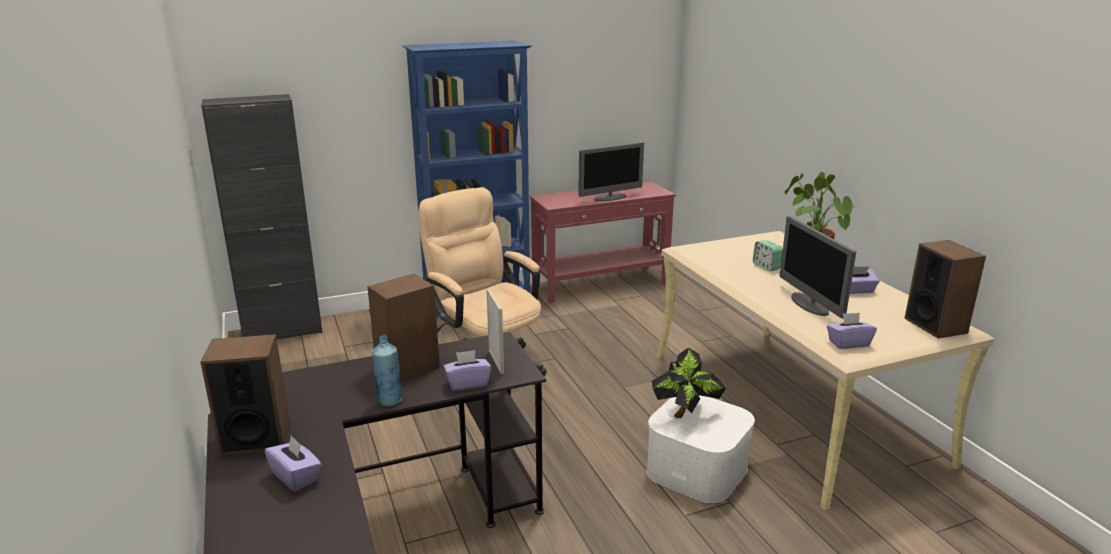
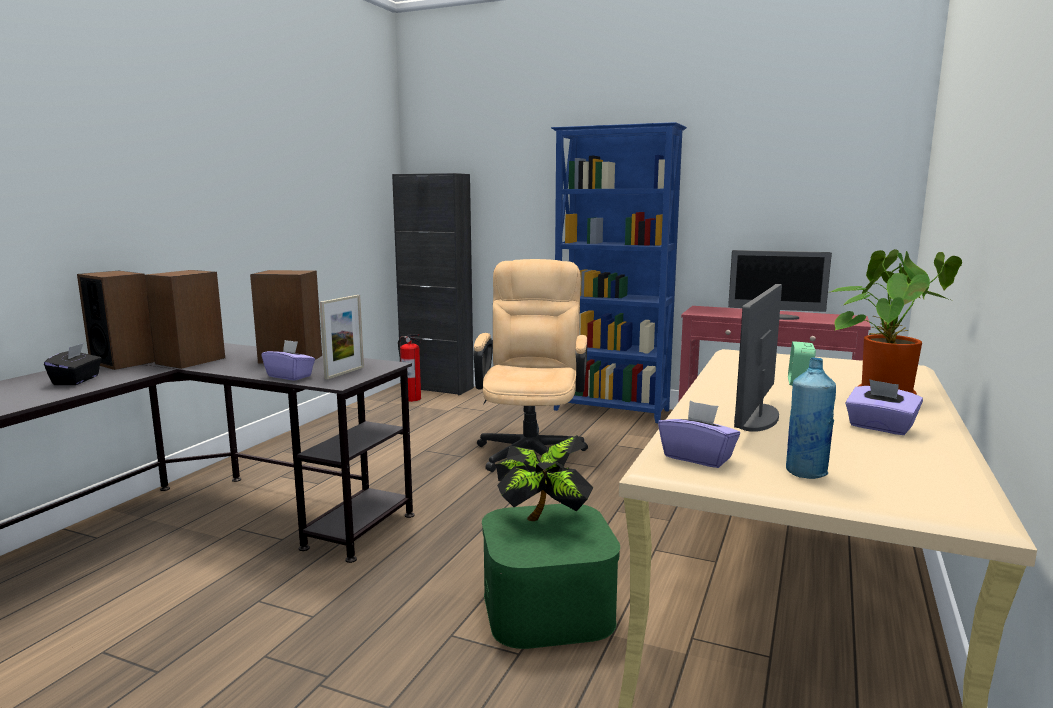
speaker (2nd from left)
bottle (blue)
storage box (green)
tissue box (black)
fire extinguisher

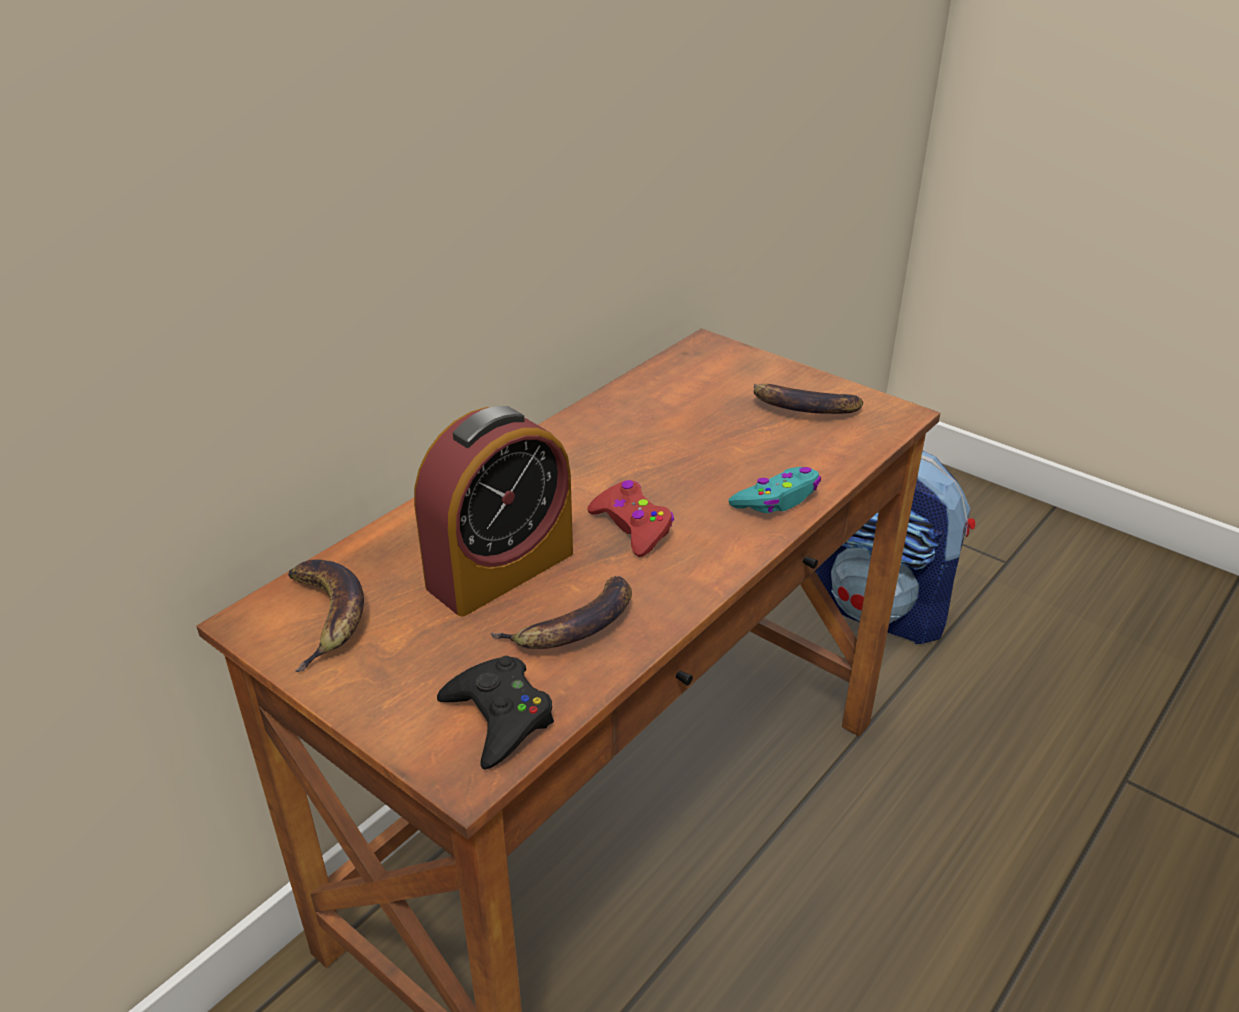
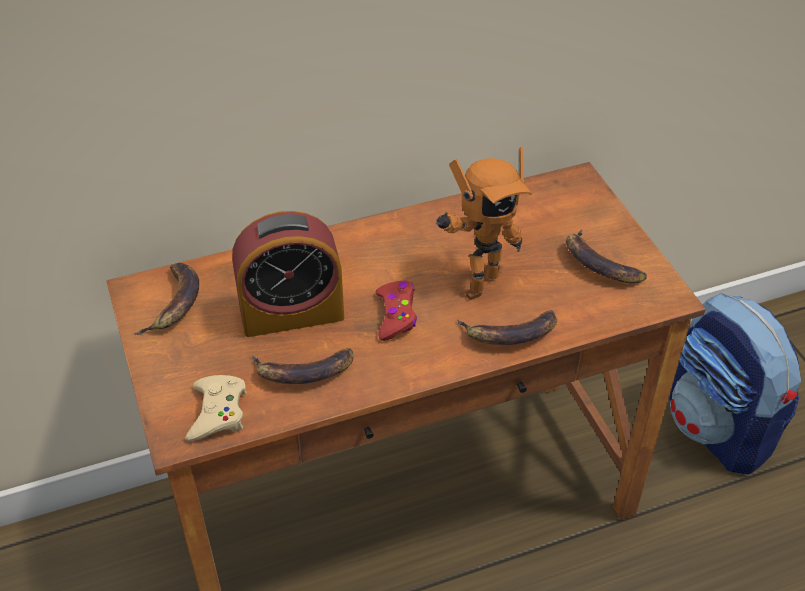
banana (3rd from left)
game controller (beige)
toy robot

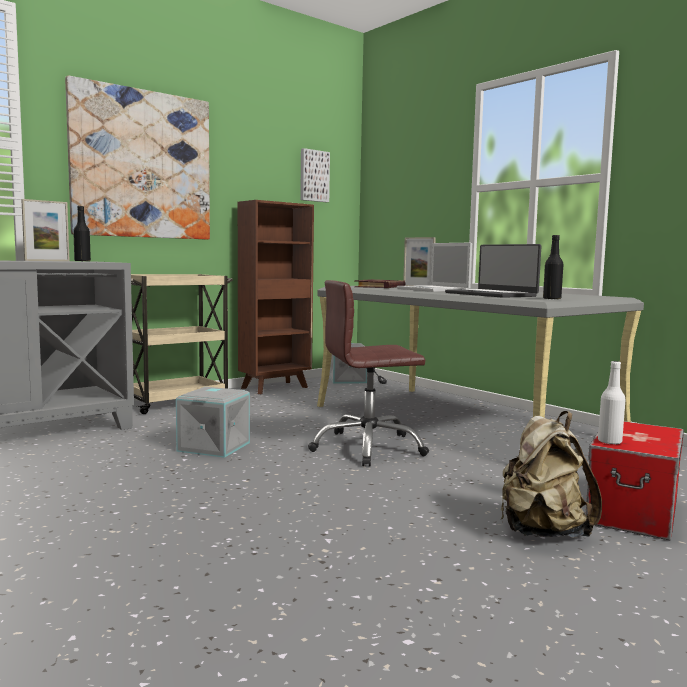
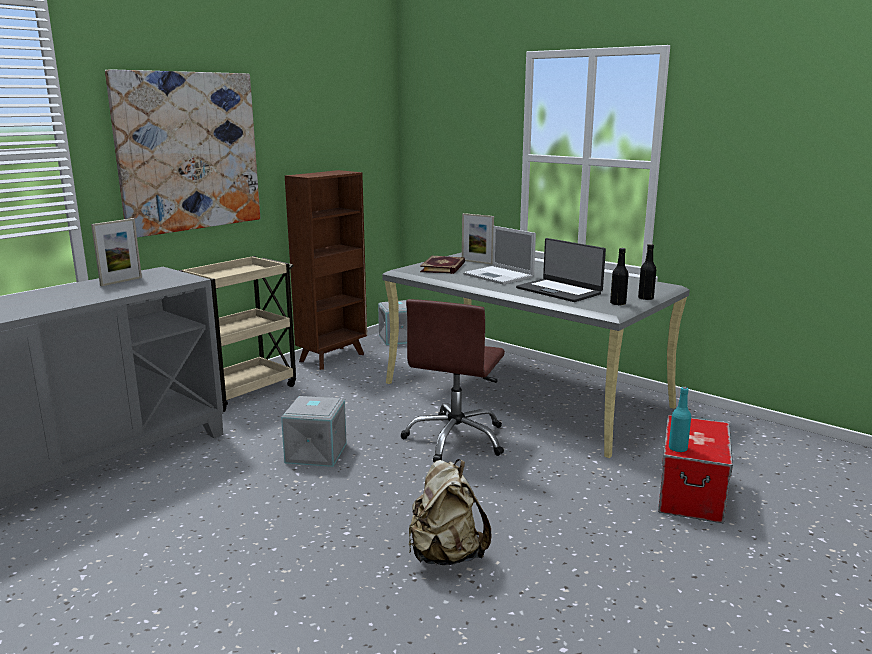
picture (2nd from left in the first image)
bottle (black) (2nd from left)
office chair (brown)
bottle (turquoise)
backpack (beige)

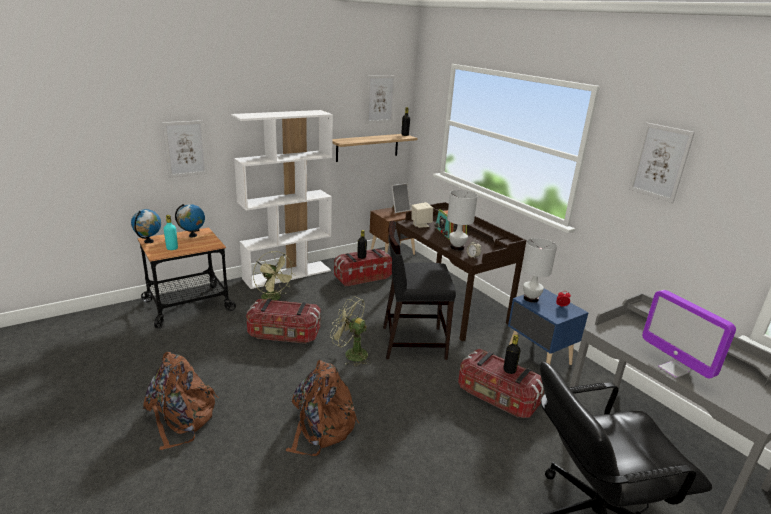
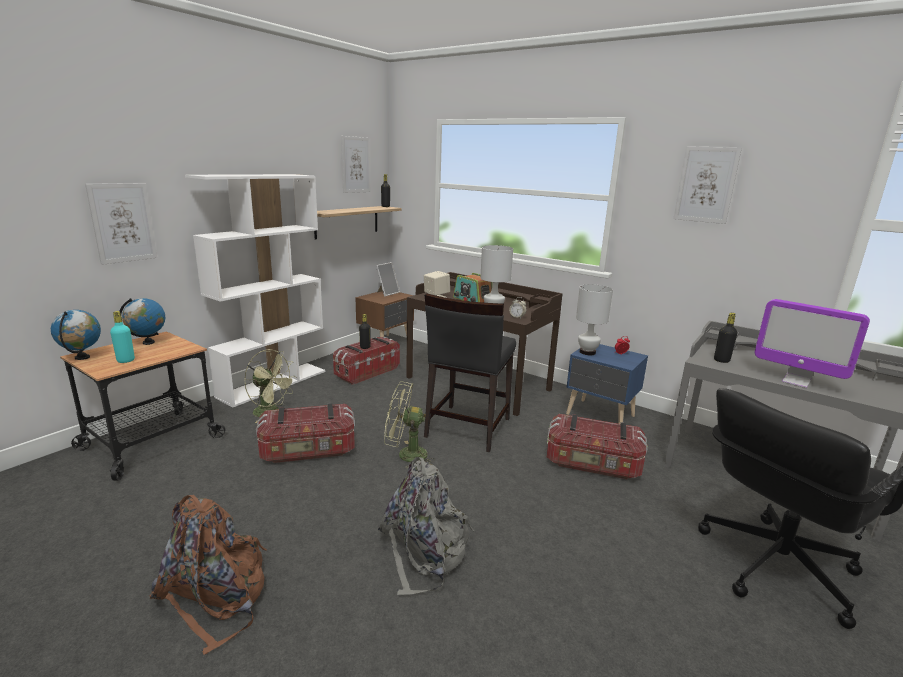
chair (black)
bottle (black) (3rd from left)
backpack (grey)

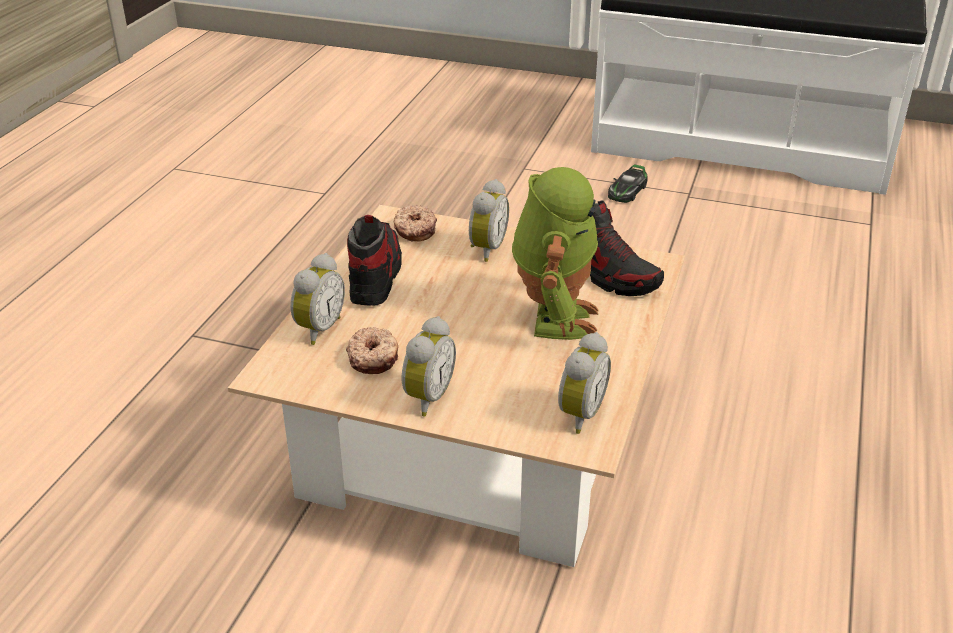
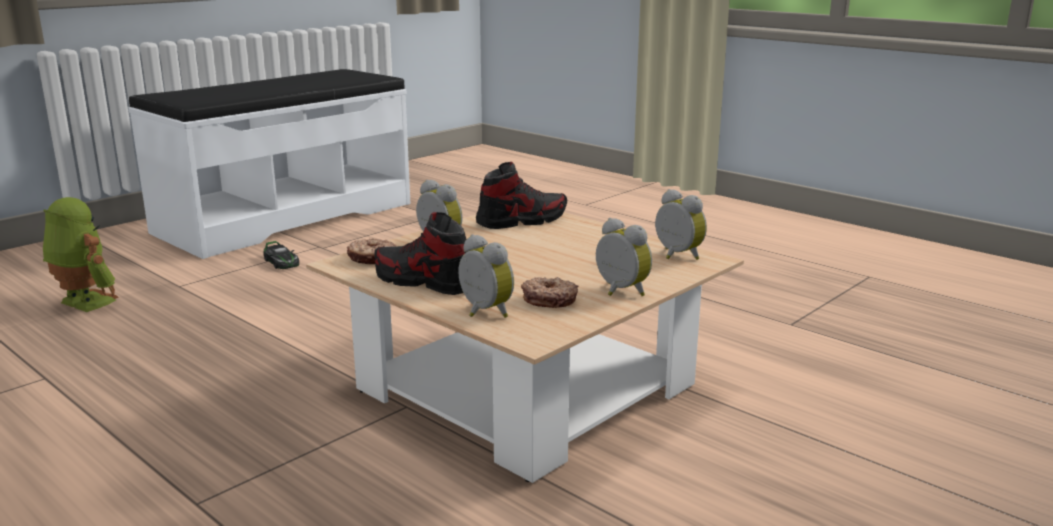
toy robot

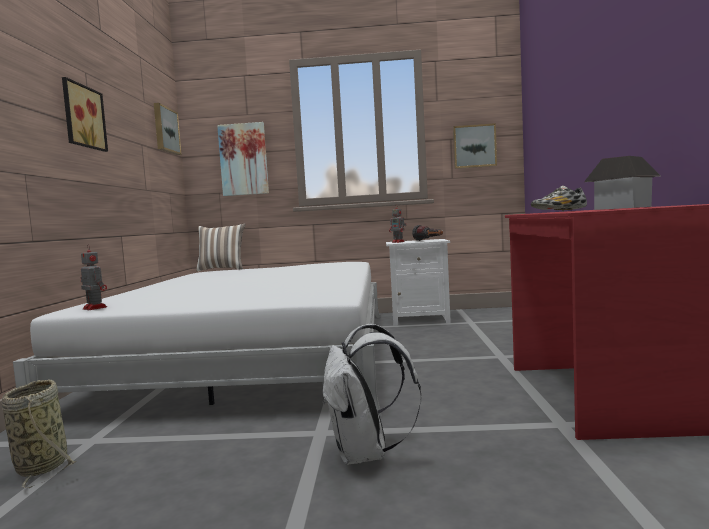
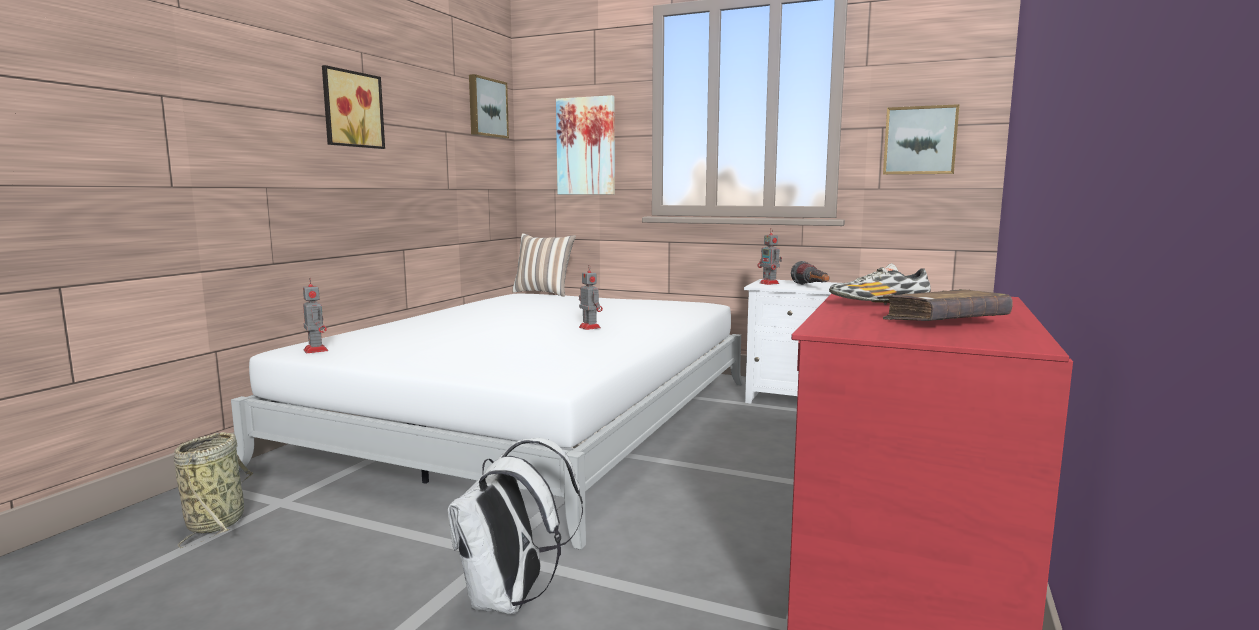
book (brown)
toy robot (2nd from left)

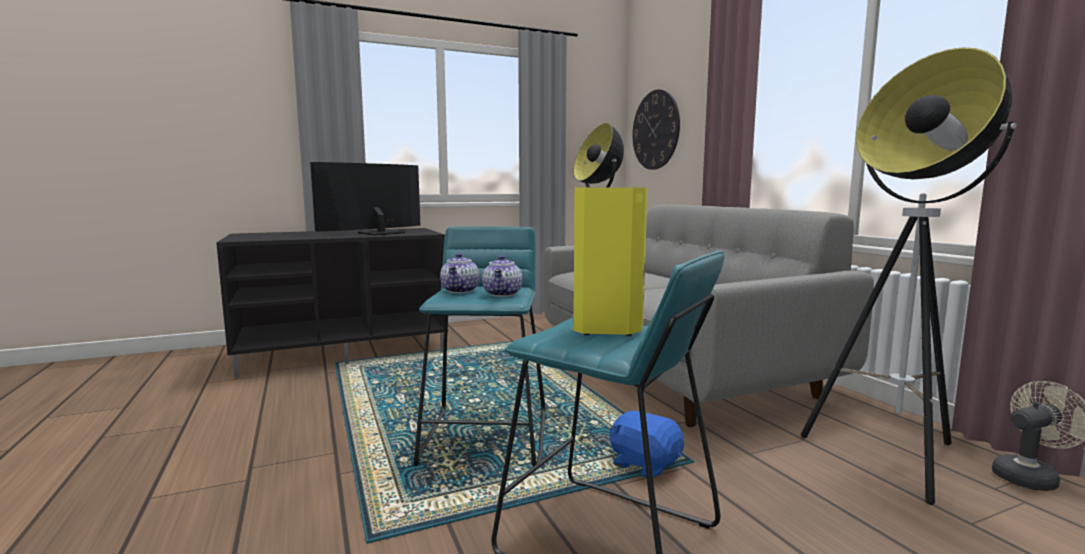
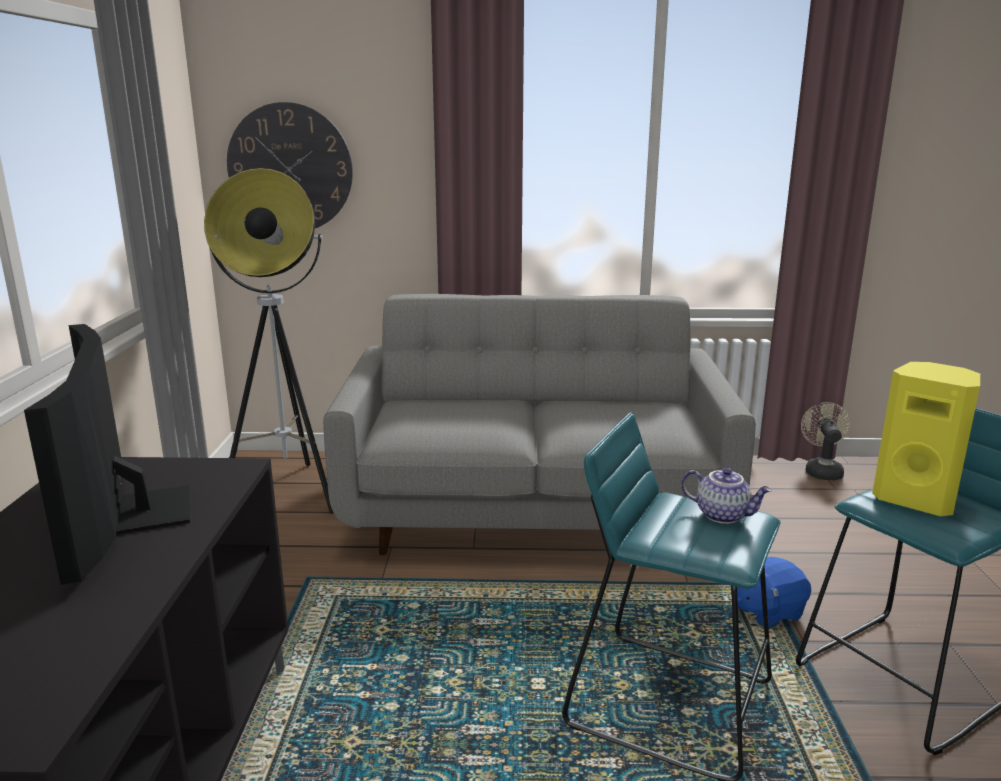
floor lamp (2nd from left in the first image)
teapot (1st from left in the first image)

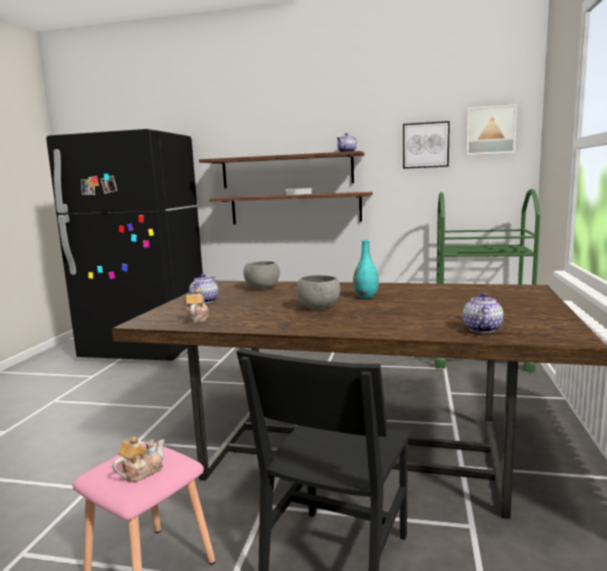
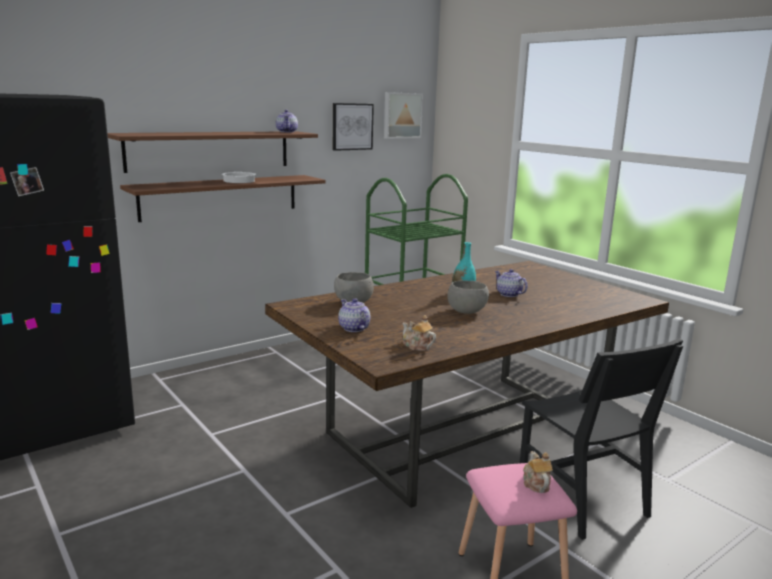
teapot (4th from left)

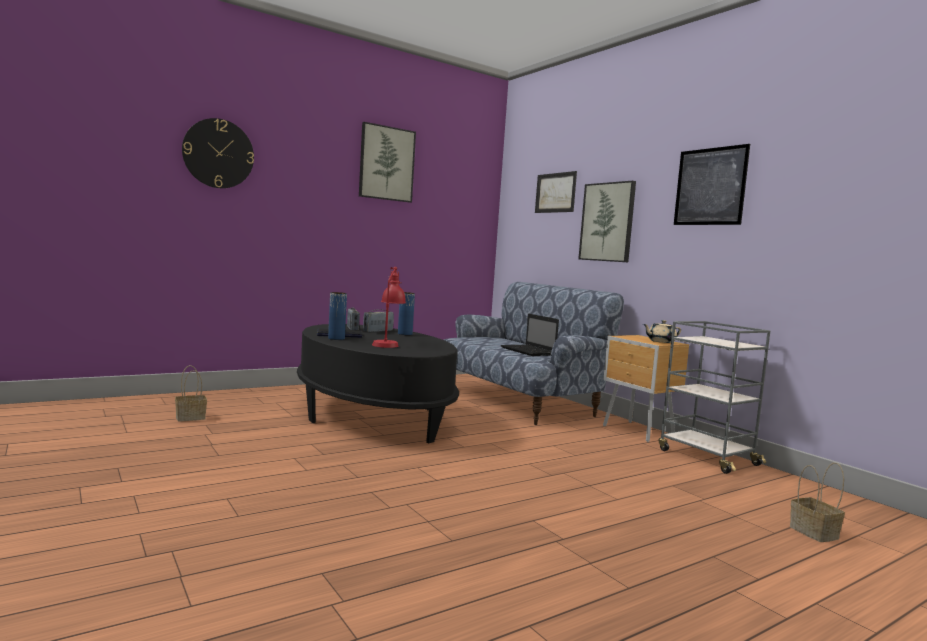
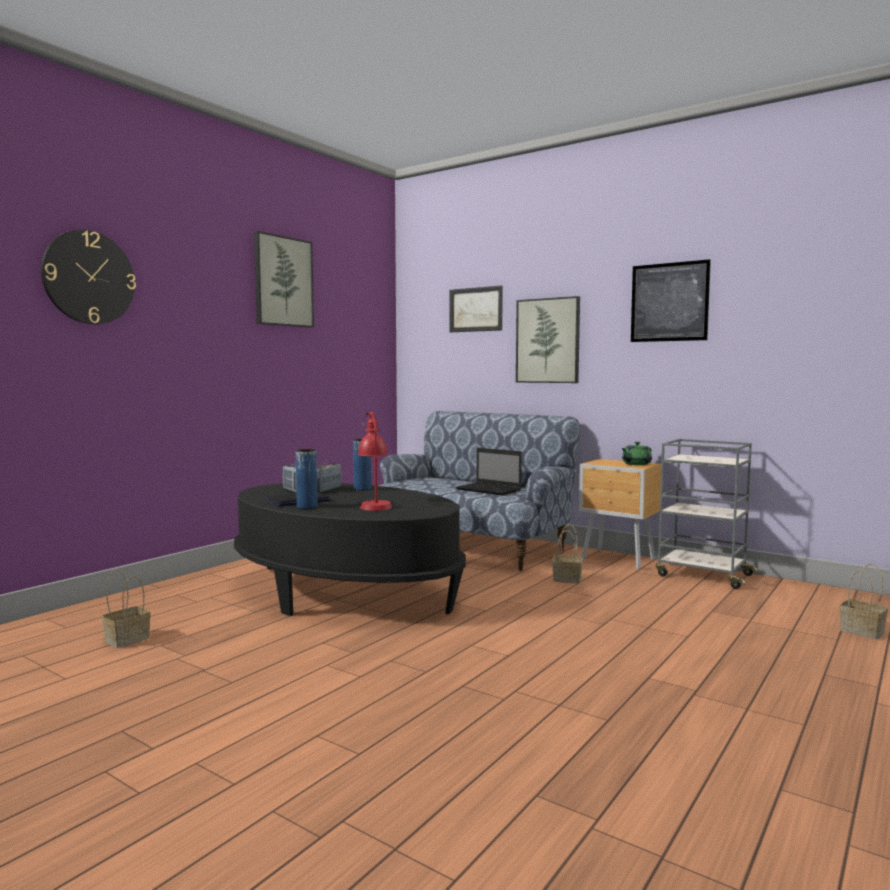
teapot (green)
basket (2nd from left)

